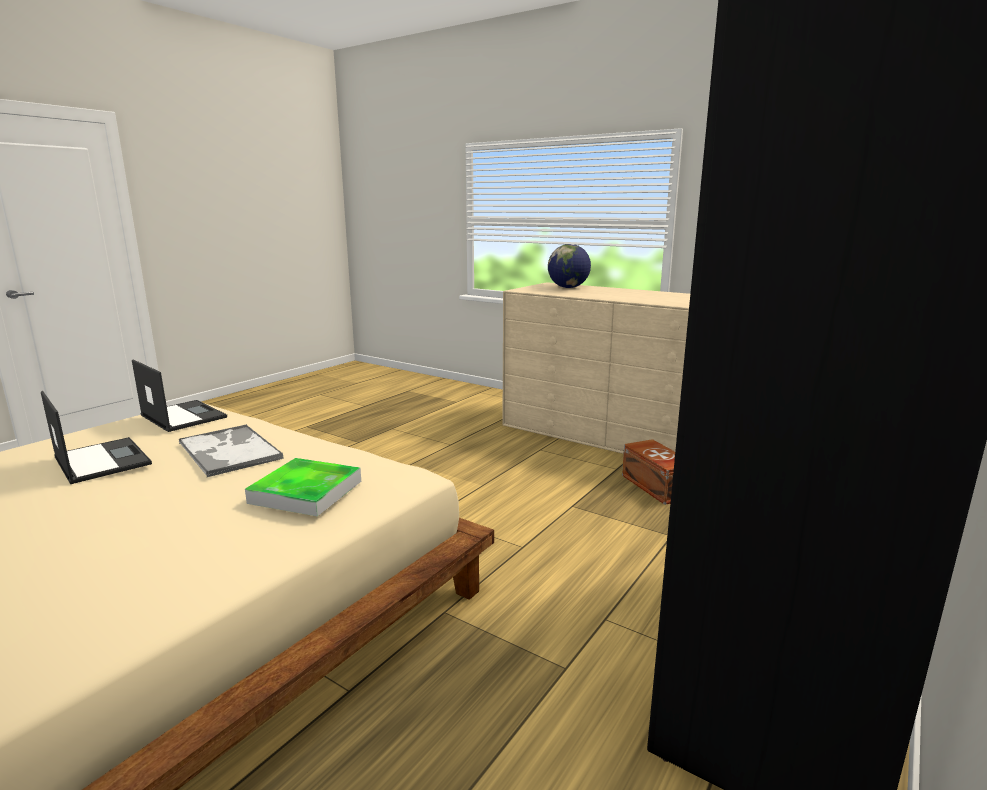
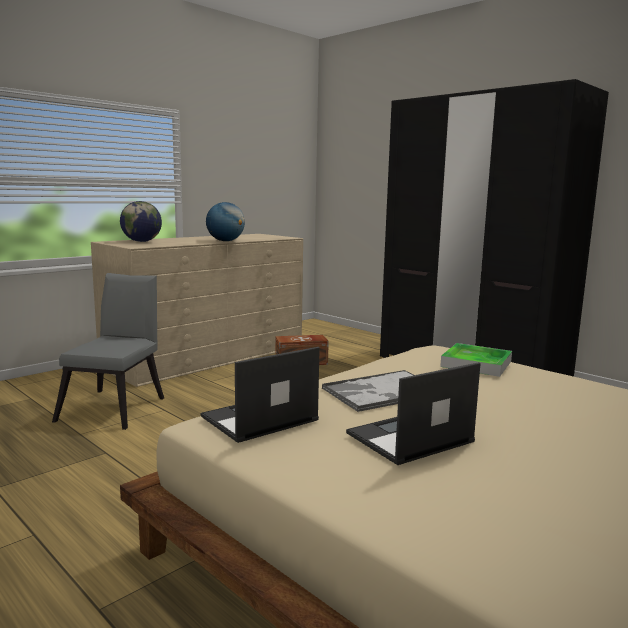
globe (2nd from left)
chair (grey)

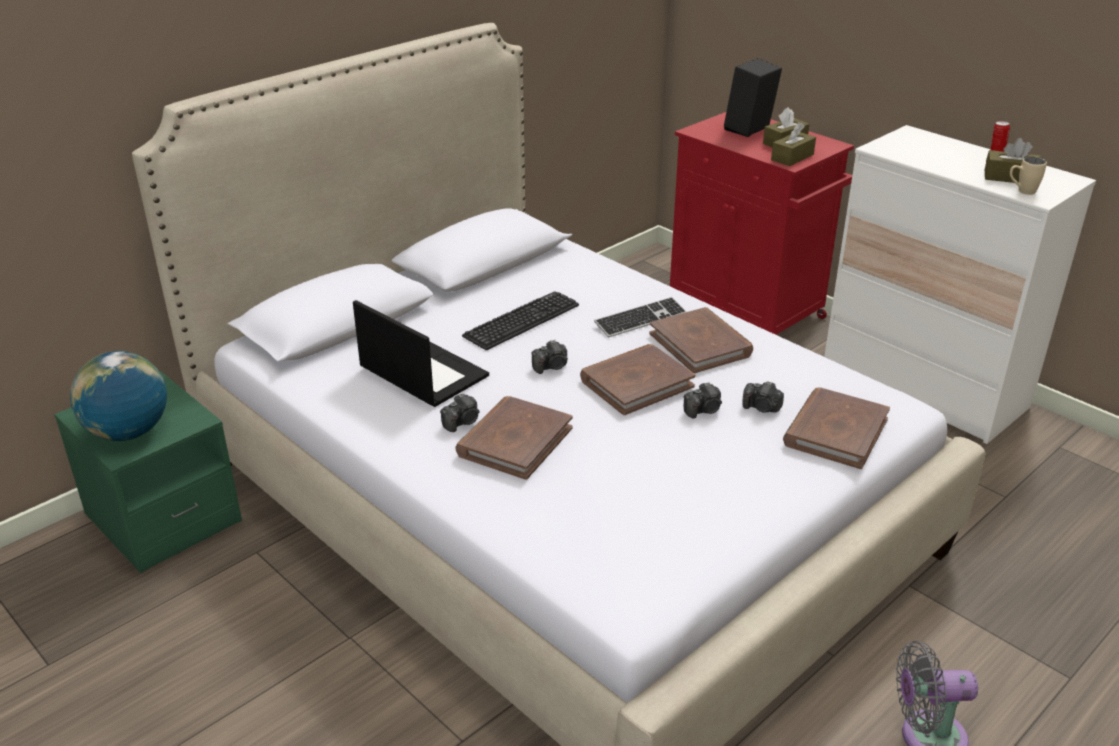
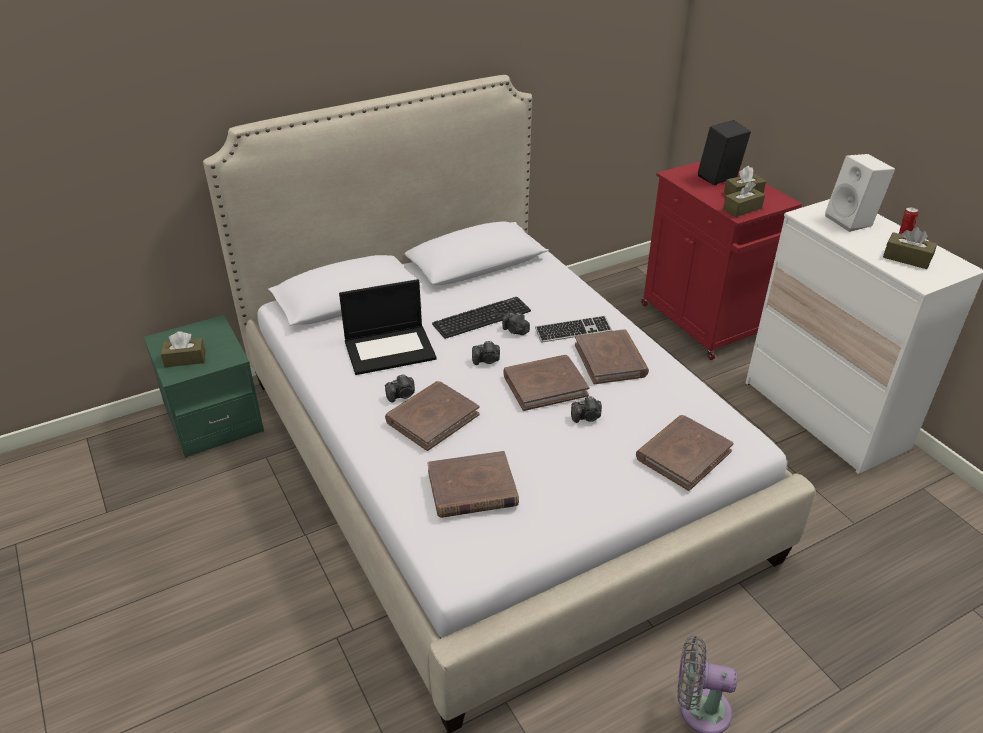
mug (beige)
laptop
tissue box (brown) (1st from left)
photo camera (3rd from left)
speaker (white)
book (brown) (2nd from left)

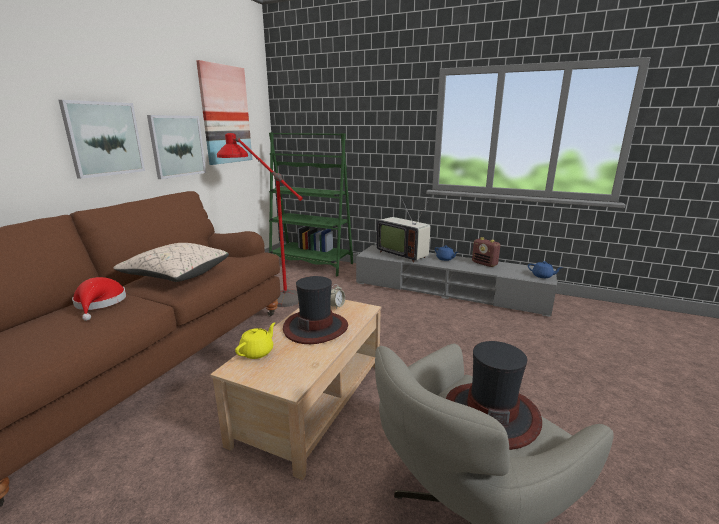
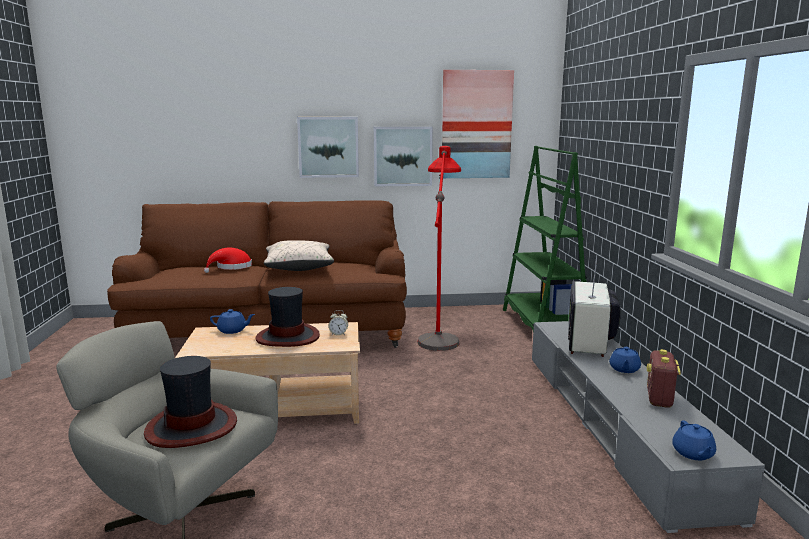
teapot (blue) (1st from left)

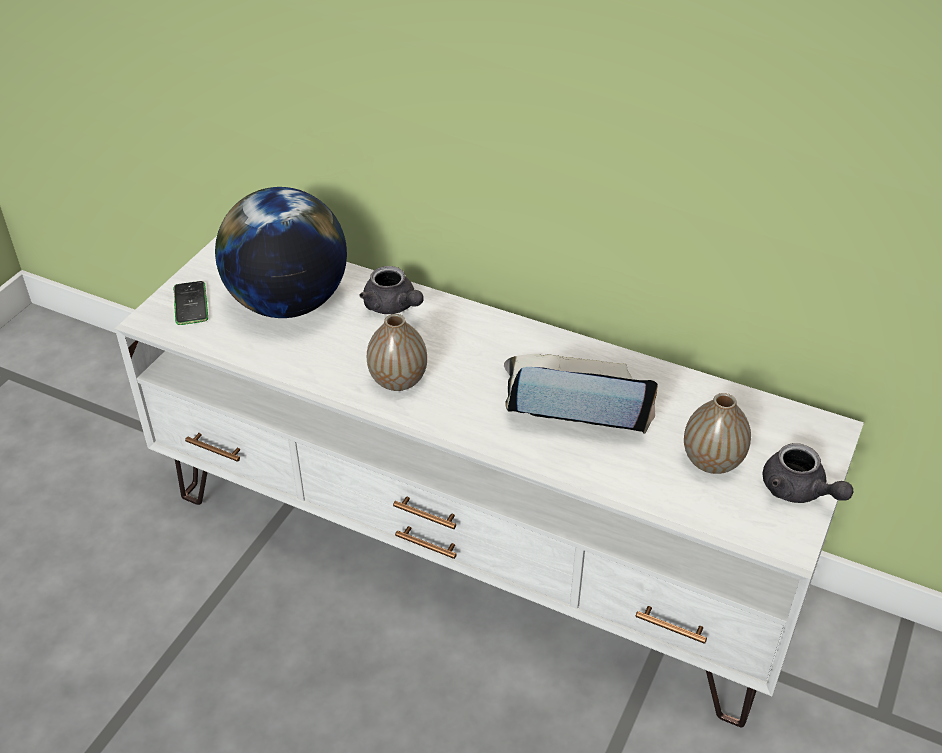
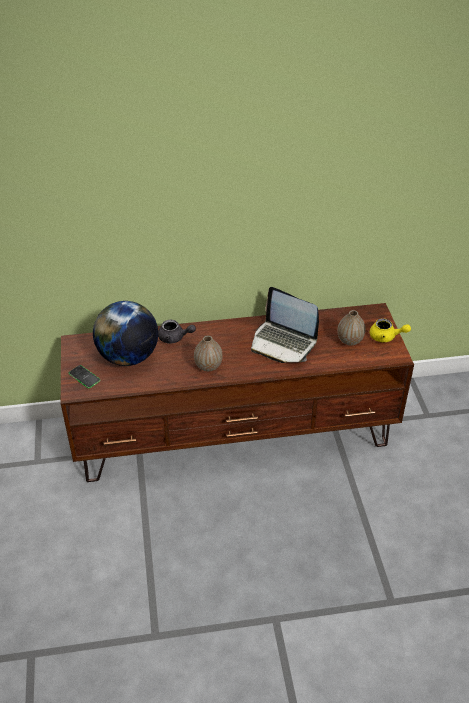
tv stand (brown)
laptop
teapot (yellow)

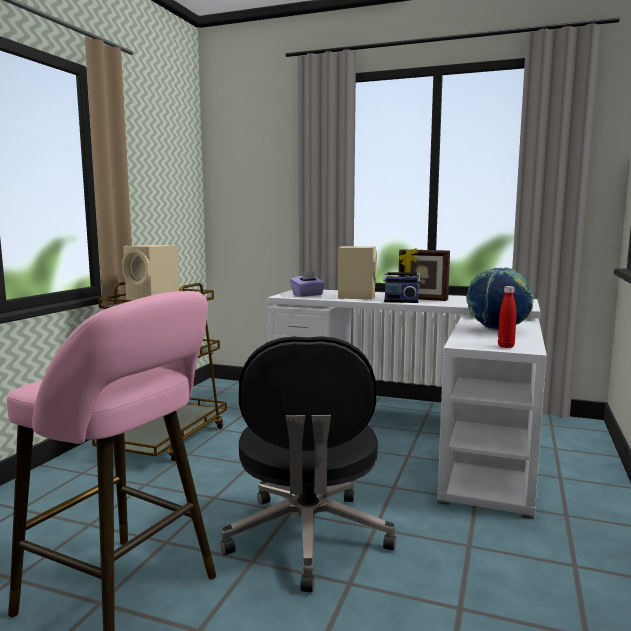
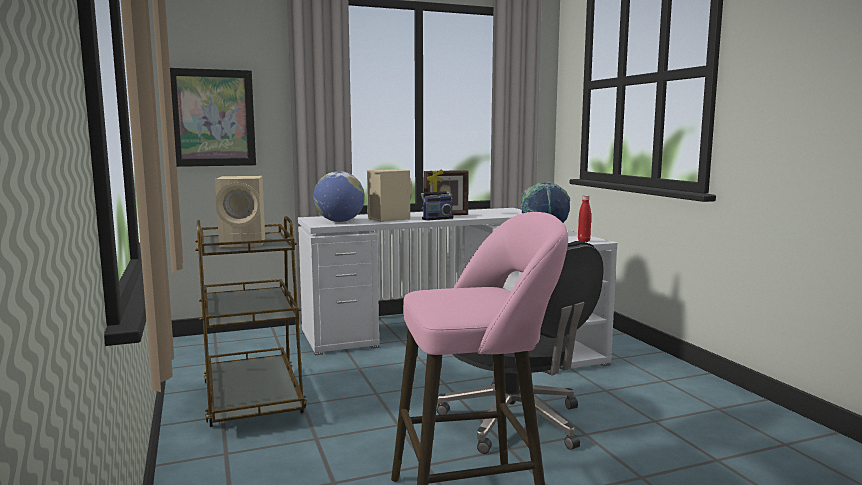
globe (1st from left)
picture

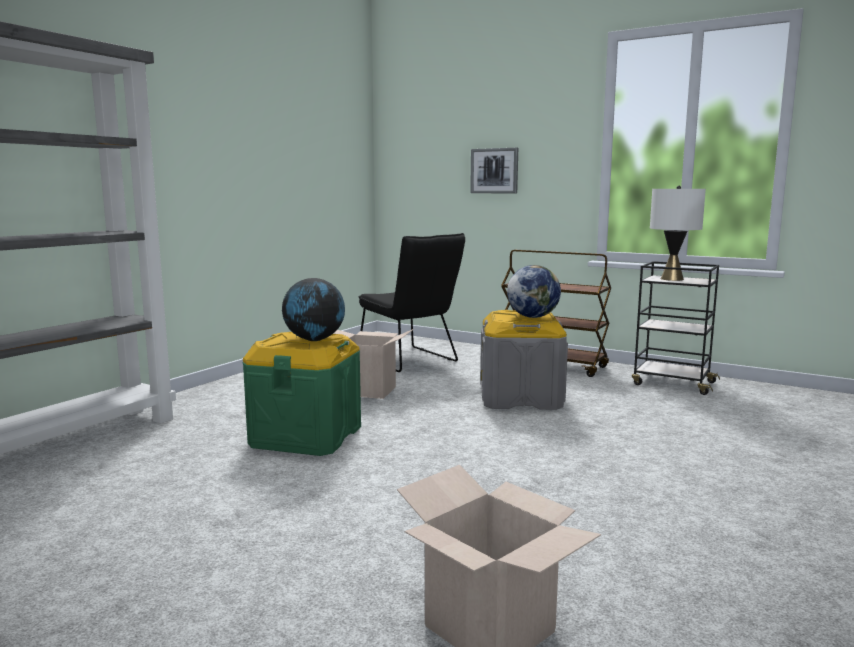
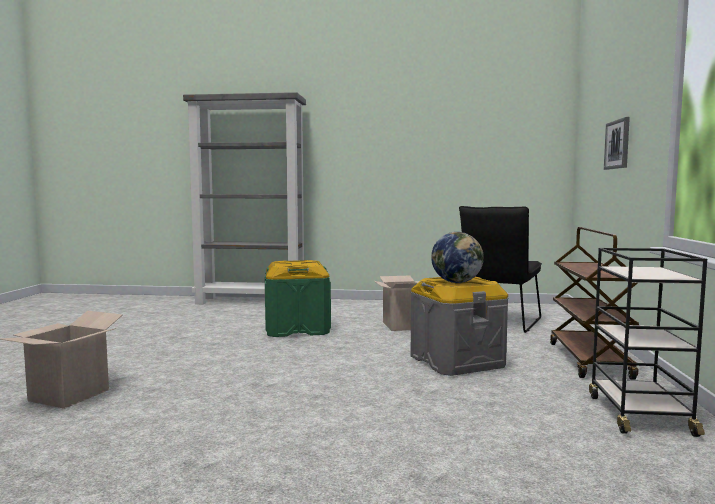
table lamp (white)
globe (1st from left in the first image)

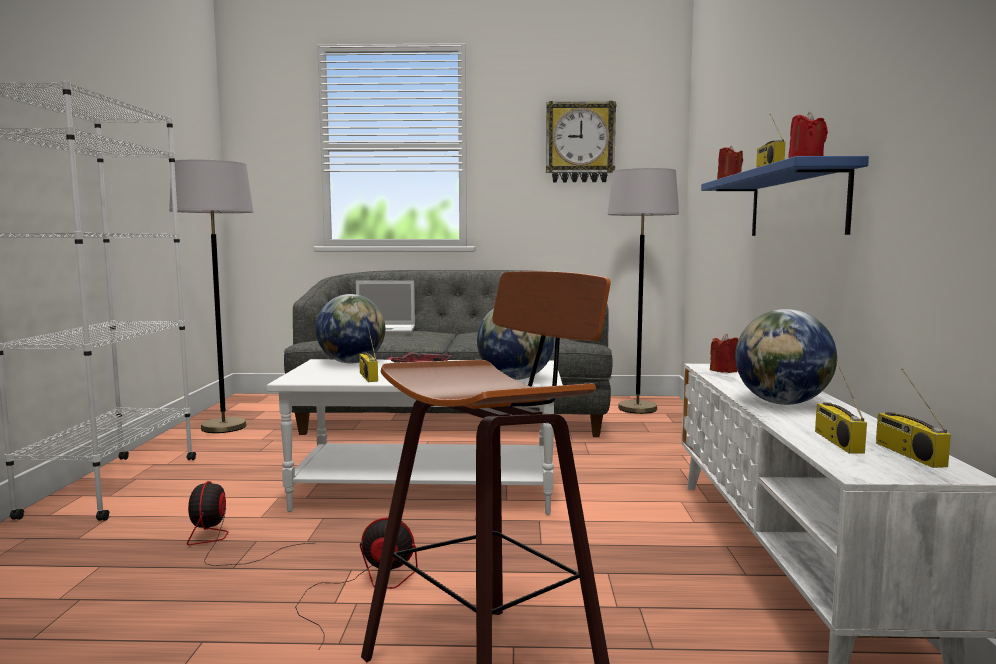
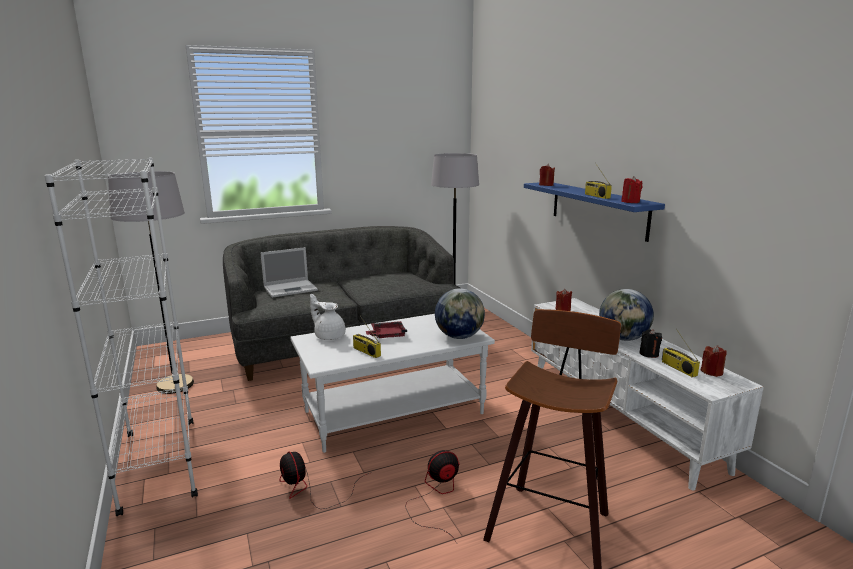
wall clock
teapot (white)
candle (red) (4th from left)
candle (black)

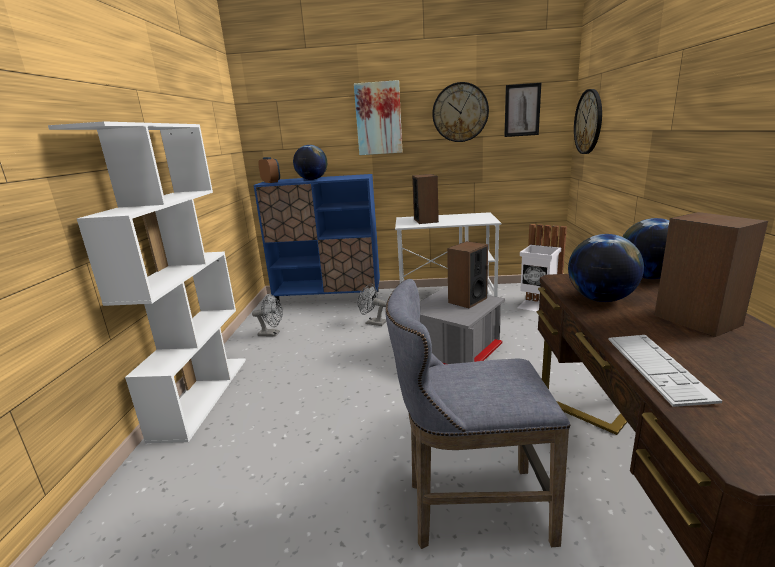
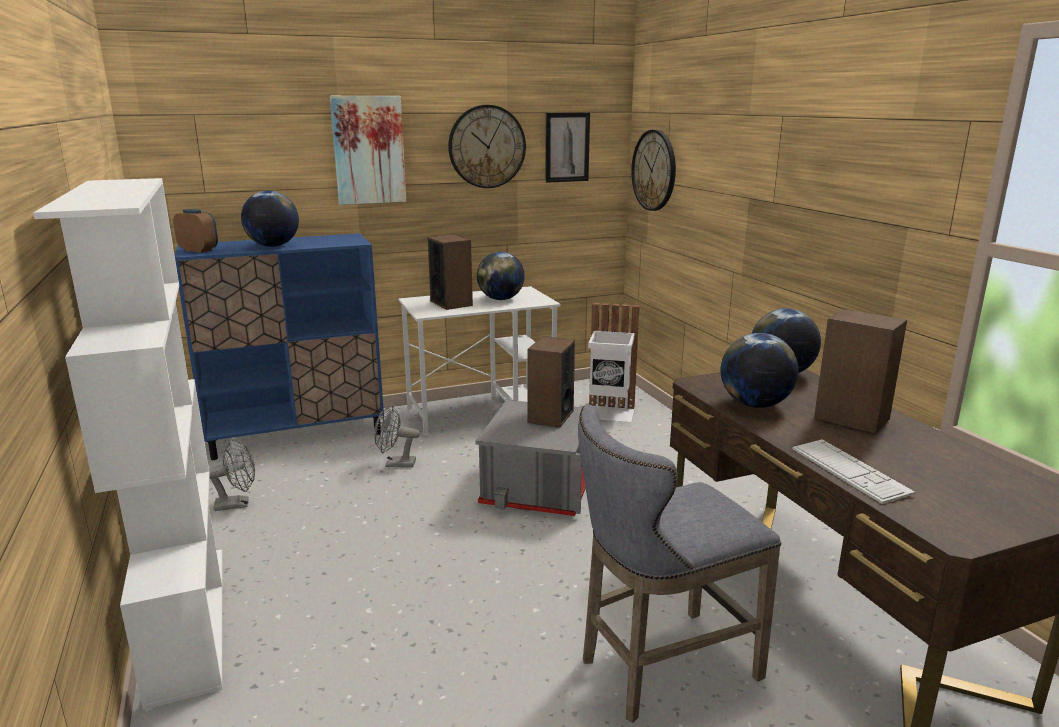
globe (2nd from left)

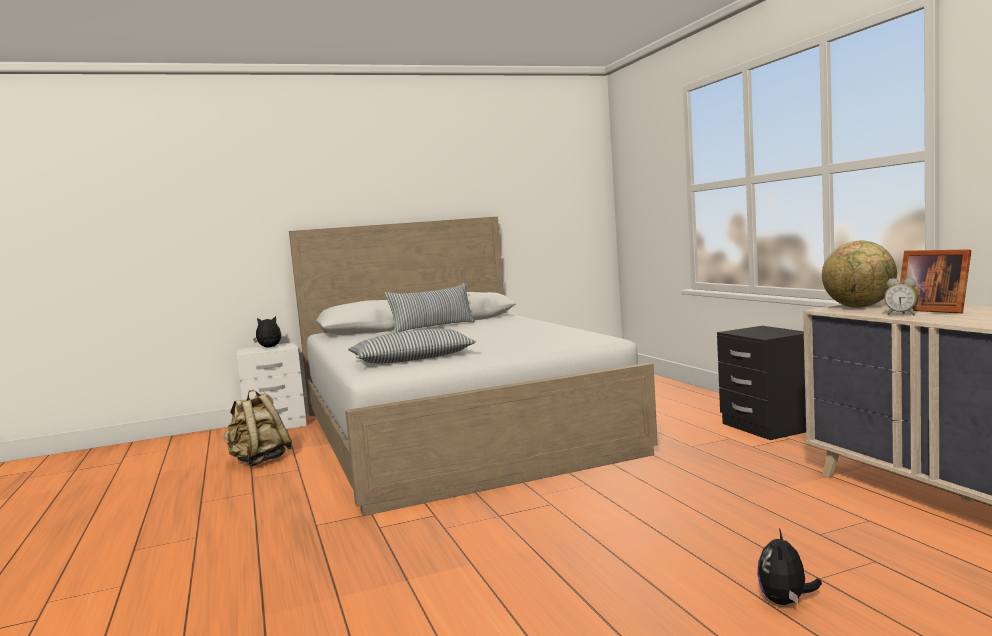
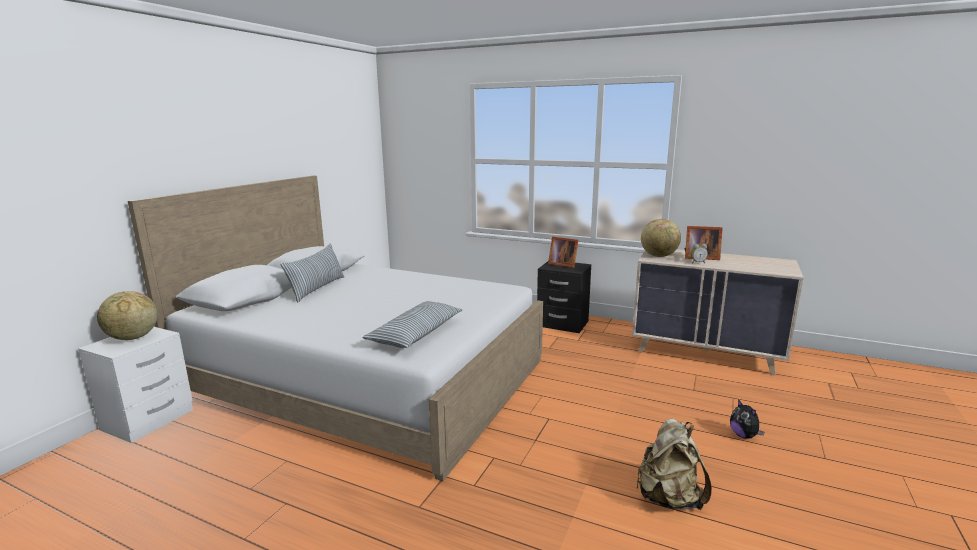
globe (1st from left)
backpack (beige)
picture frame (1st from left)

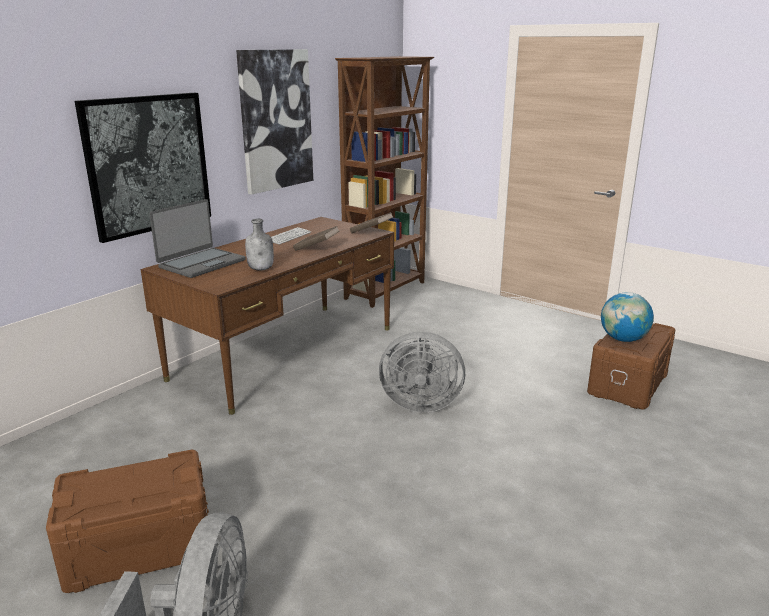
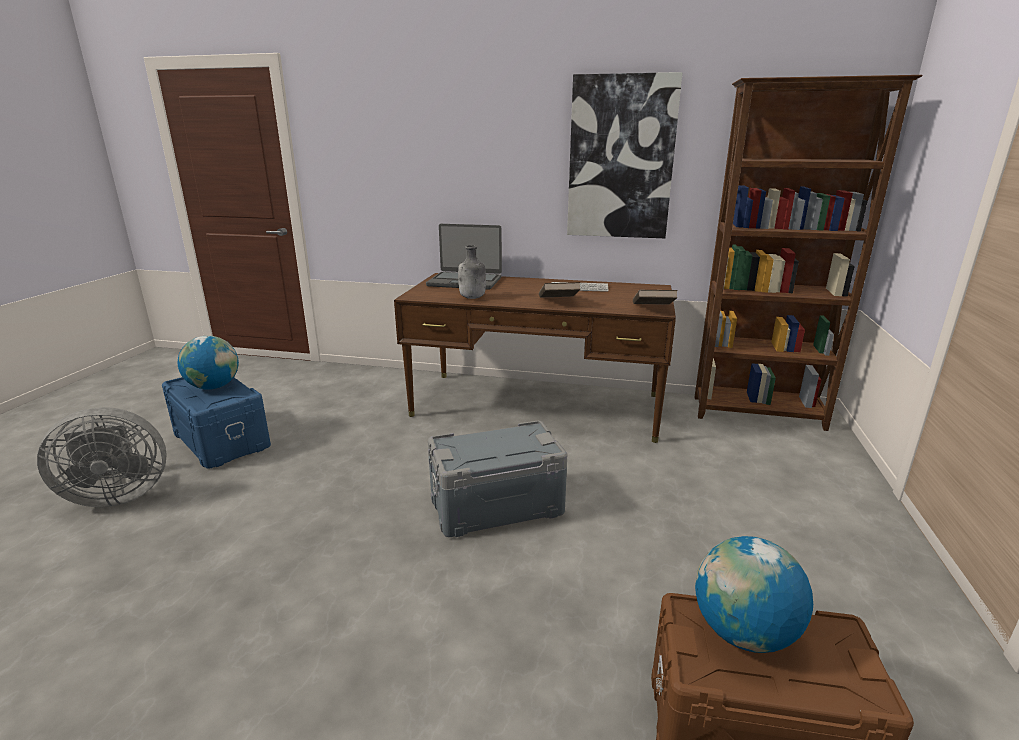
picture (1st from left in the first image)
storage box (grey)
storage box (blue)
globe (1st from left)

